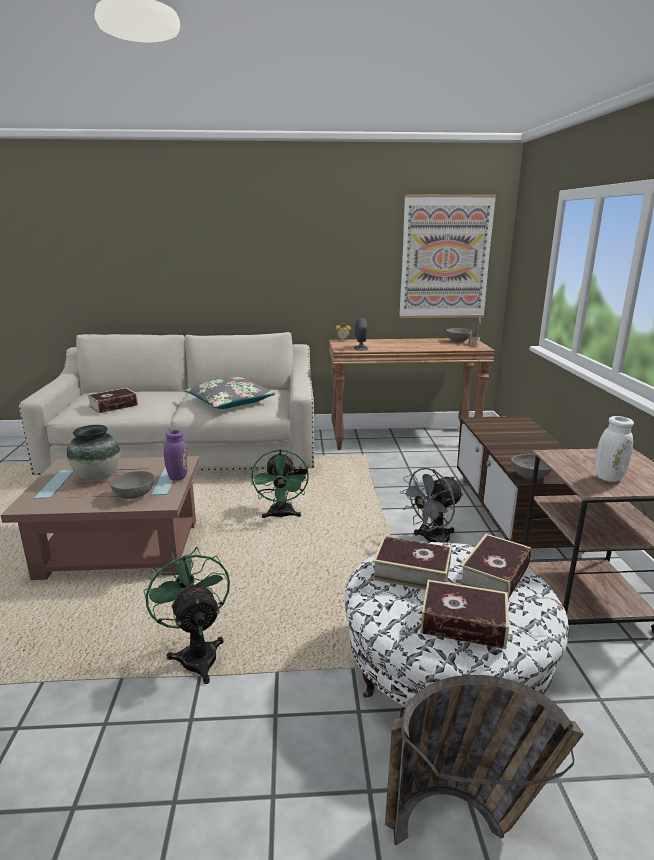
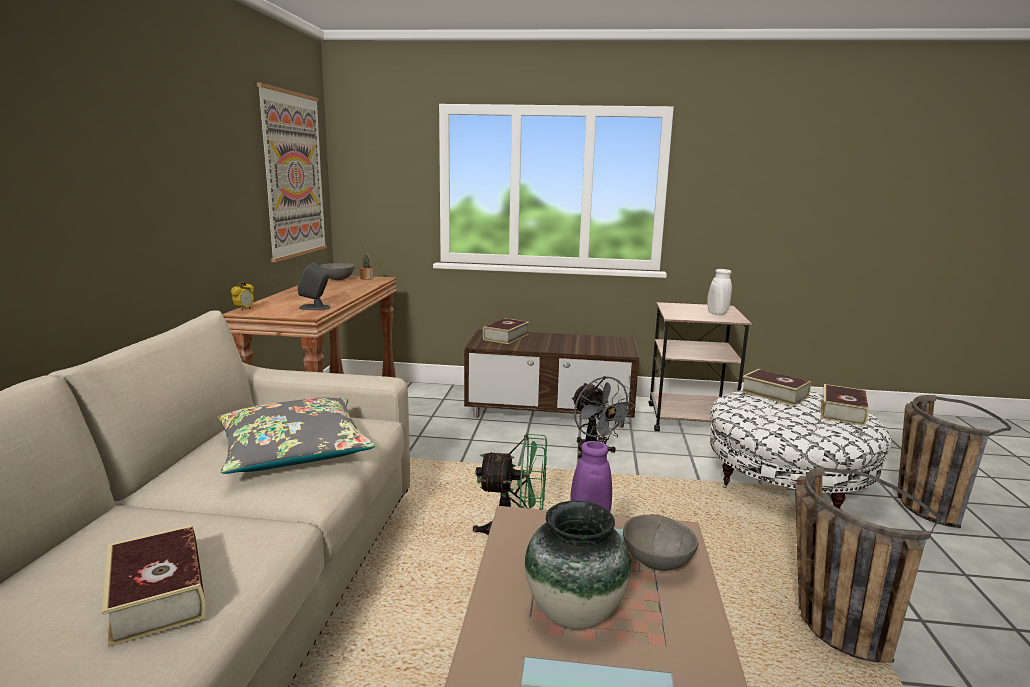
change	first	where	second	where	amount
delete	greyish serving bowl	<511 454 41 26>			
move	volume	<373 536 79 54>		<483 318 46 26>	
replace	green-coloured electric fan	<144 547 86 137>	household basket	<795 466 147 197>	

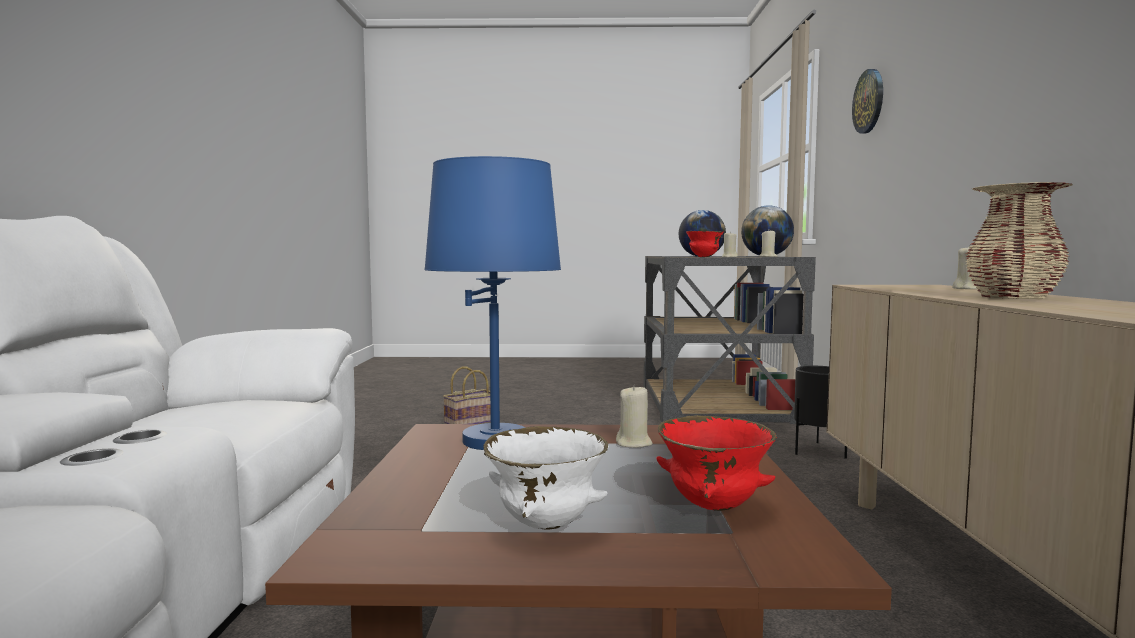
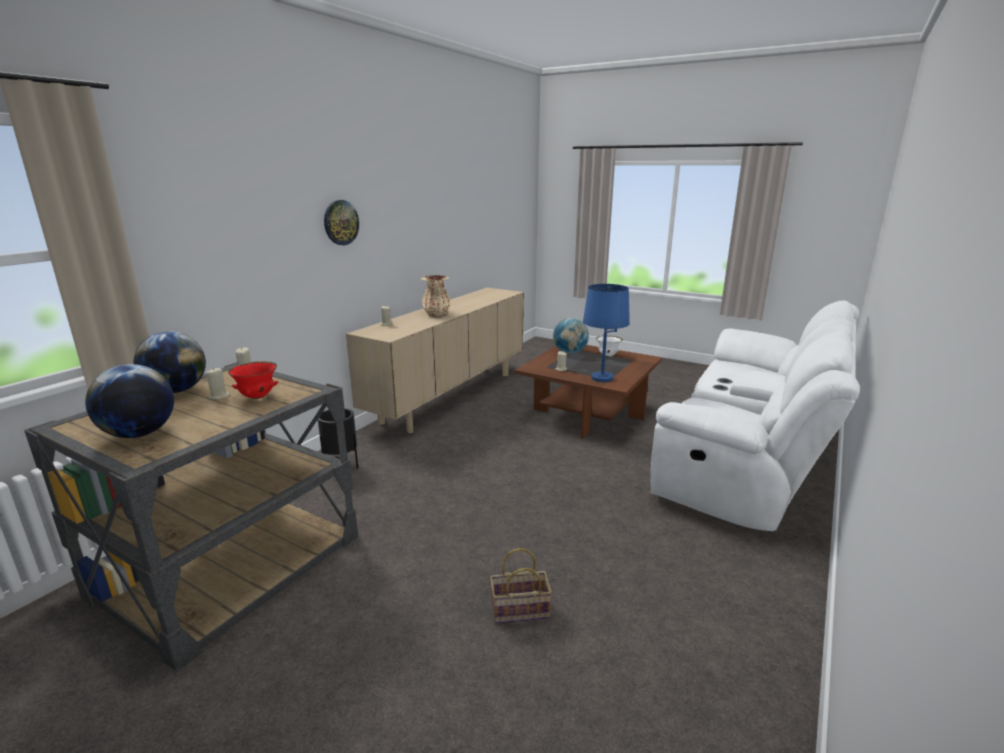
change	first	where	second	where	amount
move	clock on the wall	<852 69 31 64>		<324 200 35 45>	
replace	reddish serving bowl	<656 415 121 96>	desk globe	<553 318 36 36>	

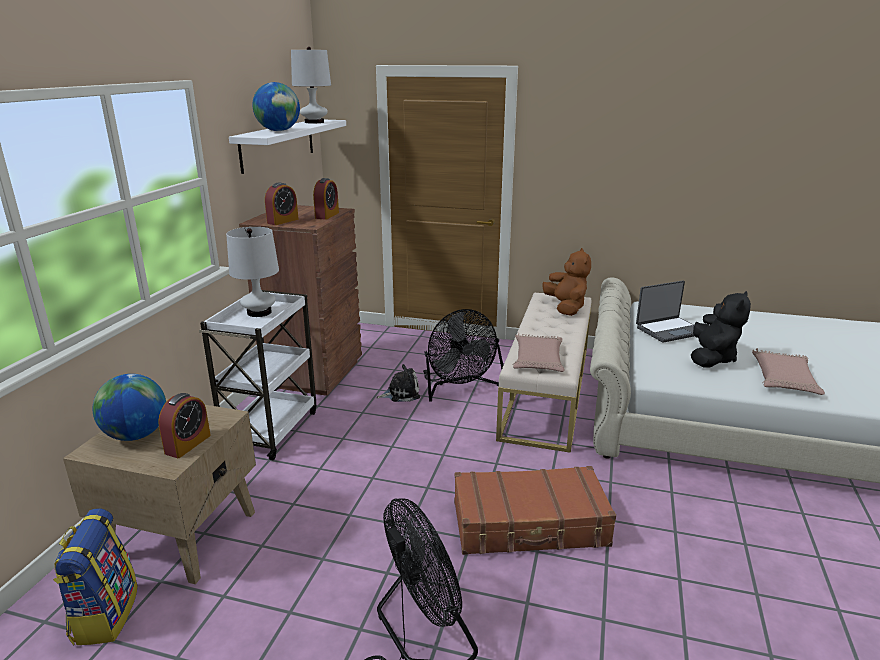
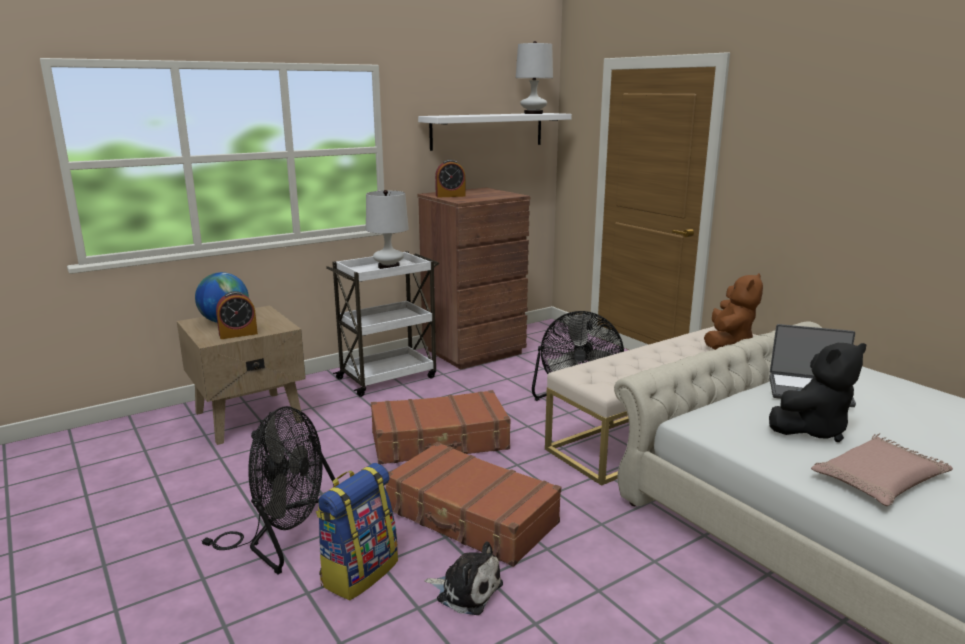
change	first	where	second	where	amount
delete	desk globe	<252 82 48 49>			
delete	bedside clock	<313 178 26 42>			
delete	beige pillow	<513 333 52 39>			
move	plush toy	<376 364 44 38>		<424 541 79 74>	
move	rucksack	<53 508 85 137>		<316 463 82 137>	
insert			brown-coloured piece of luggage	<371 390 140 74>	

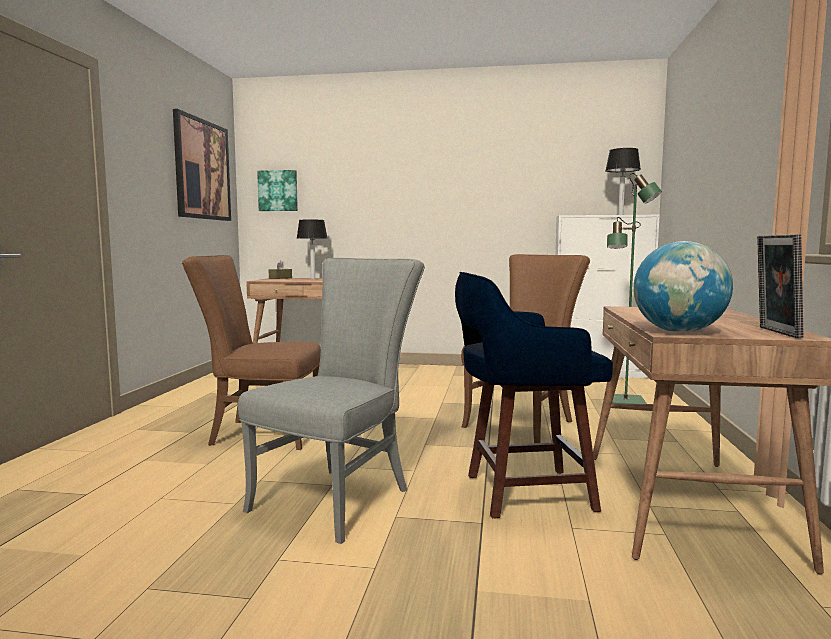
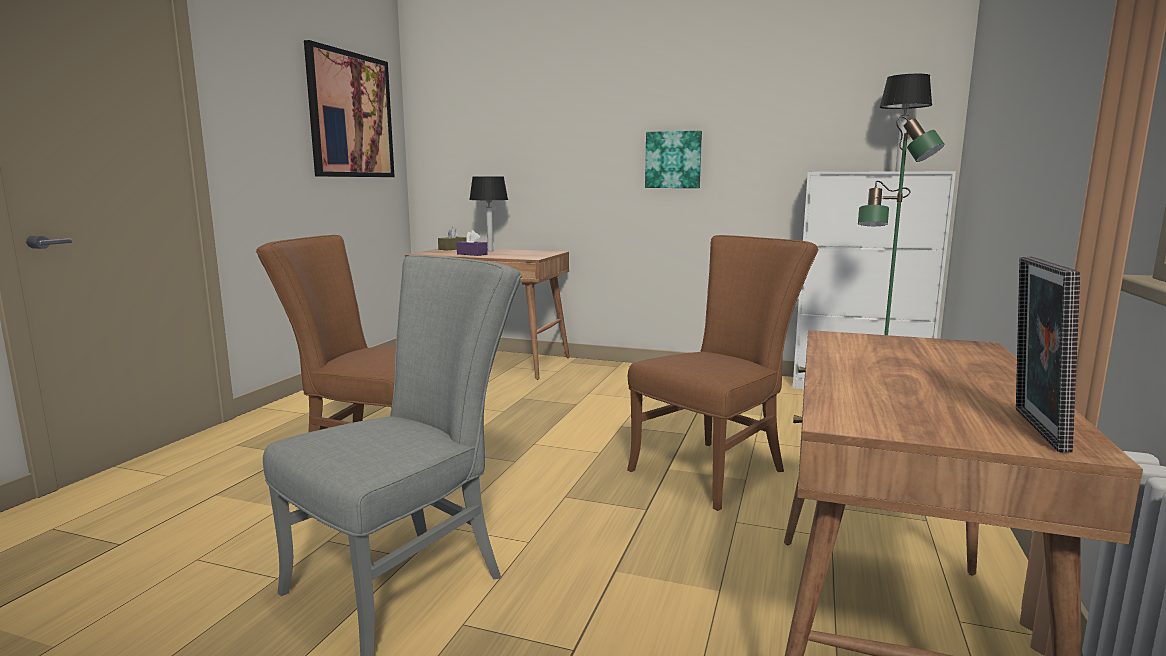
change	first	where	second	where	amount
move	wall picture	<257 170 41 41>		<645 131 57 57>	
delete	desk globe	<633 241 100 92>			
delete	blue-coloured sitting stool	<455 272 158 246>			
insert			purplish tissue holder	<456 230 32 26>	

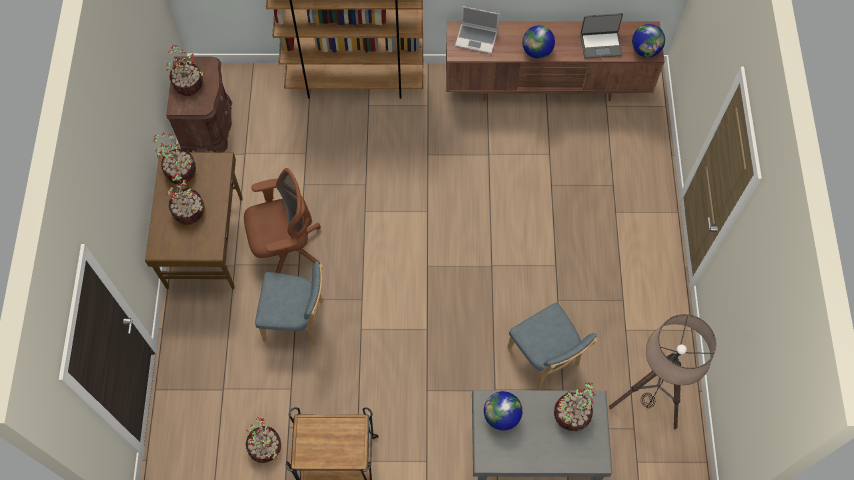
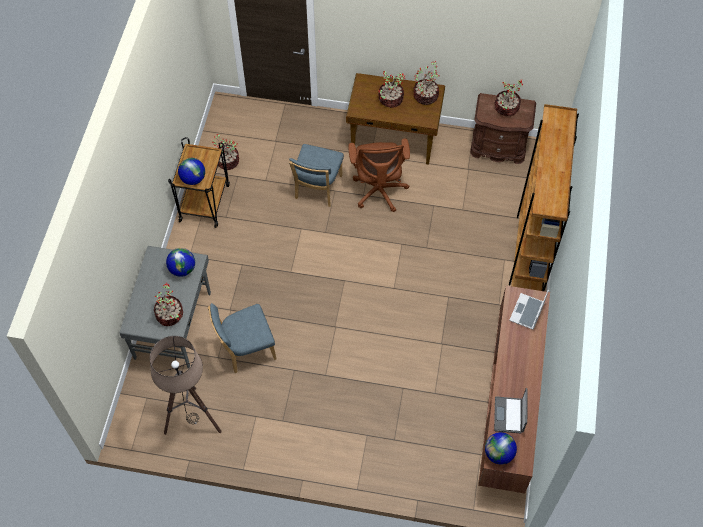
change	first	where	second	where	amount
move	desk globe	<522 25 33 34>		<178 158 27 27>	

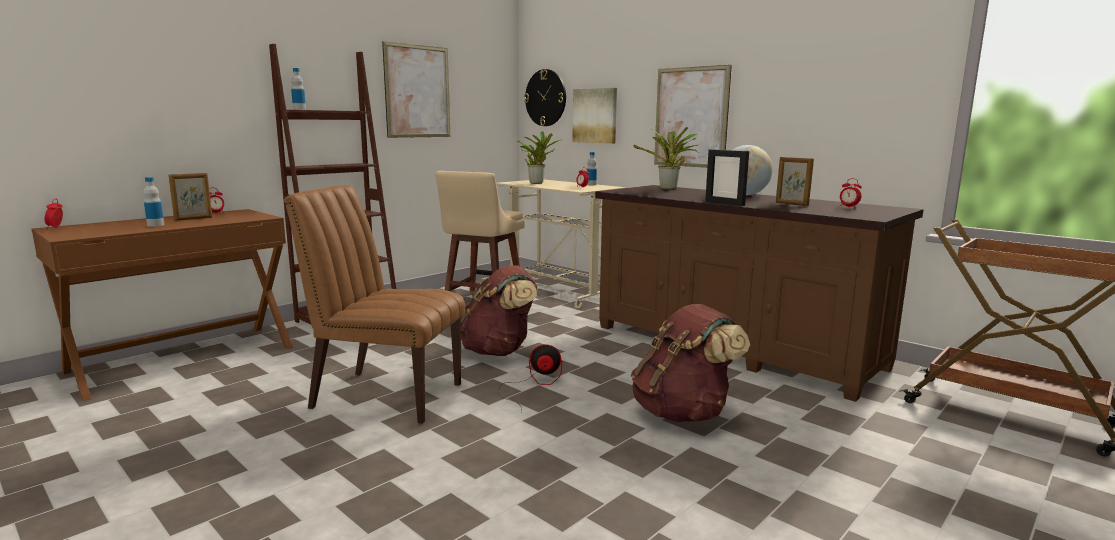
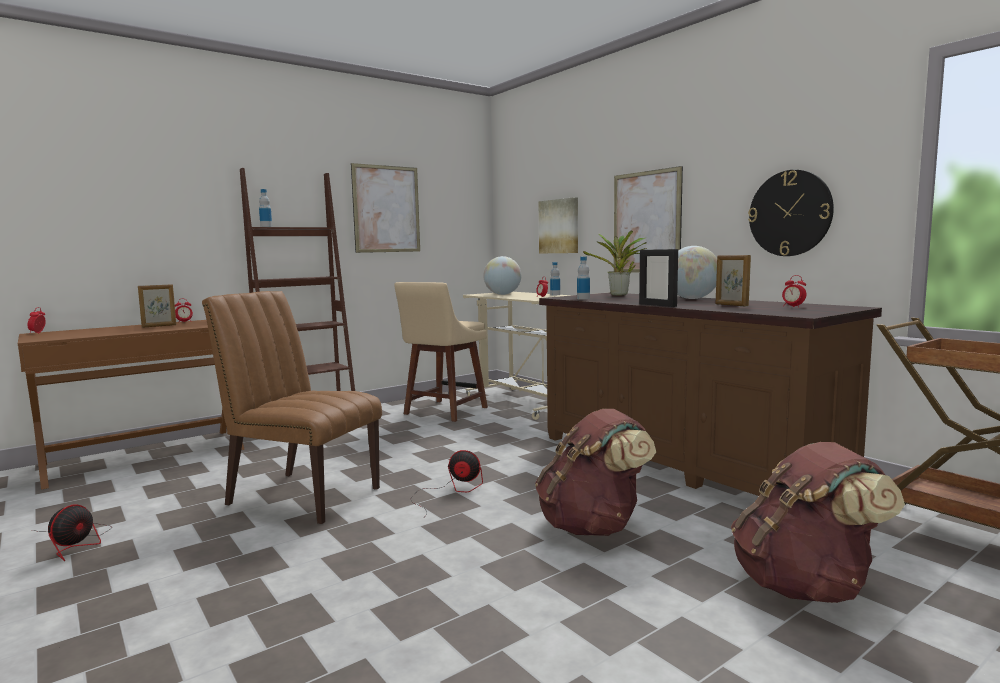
change	first	where	second	where	amount
move	clock on the wall	<524 69 42 57>		<748 170 86 86>	
replace	houseplant	<517 131 43 53>	desk globe	<483 256 38 39>	
move	drink bottle	<143 177 21 49>		<577 257 13 42>	
move	brown-coloured rucksack	<461 265 76 91>		<731 442 174 161>	
insert			electric fan	<32 504 80 57>	

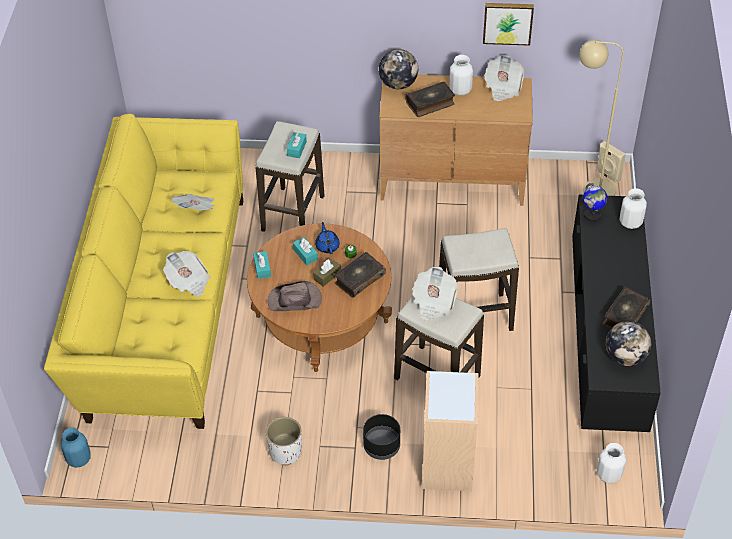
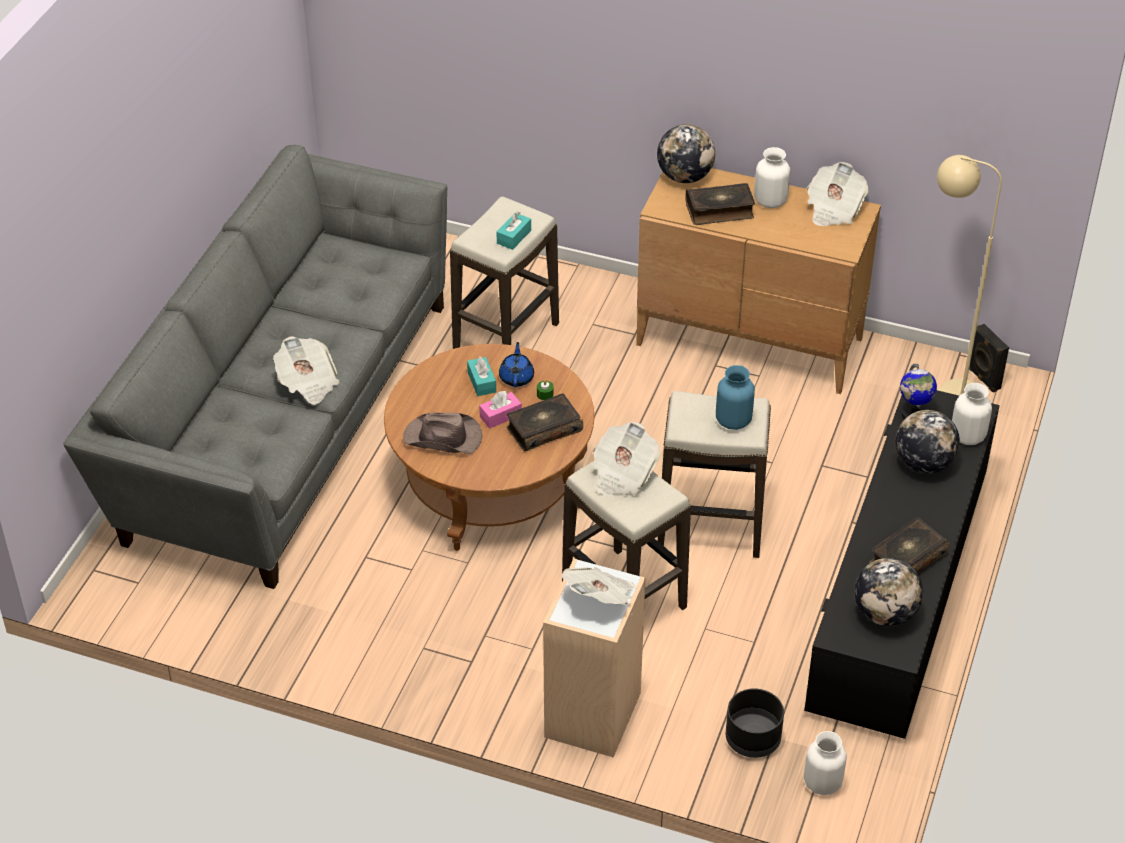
change	first	where	second	where	amount
delete	wall picture	<483 3 51 43>			
recolor	yellow couch	<44 114 199 315>	greyish couch	<63 145 384 444>	
recolor	beige loudspeaker	<596 141 30 42>	black-coloured loudspeaker	<969 324 40 69>	
move	daily paper	<171 194 43 17>		<562 567 73 38>	
delete	turquoise-coloured tissue holder	<253 251 18 28>			
recolor	brown-coloured tissue holder	<313 259 28 28>	pinkish tissue holder	<479 391 43 38>	
move	black-coloured planter	<363 414 37 46>		<726 688 58 70>	
delete	white-coloured planter	<266 417 36 48>			
move	blue-coloured vase	<61 427 30 41>		<716 365 39 65>	
insert			desk globe	<895 410 65 64>	

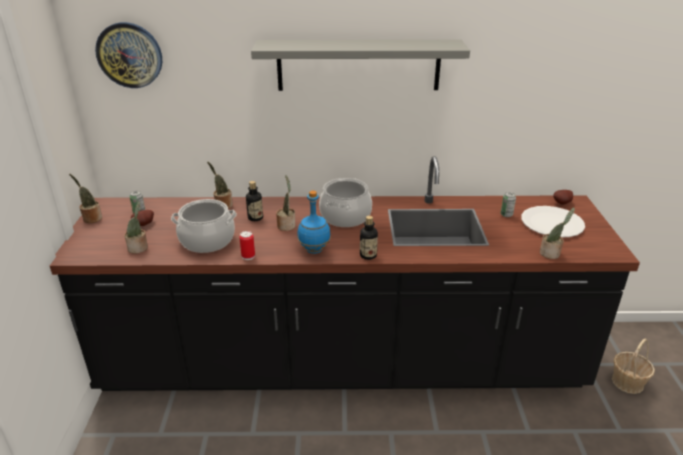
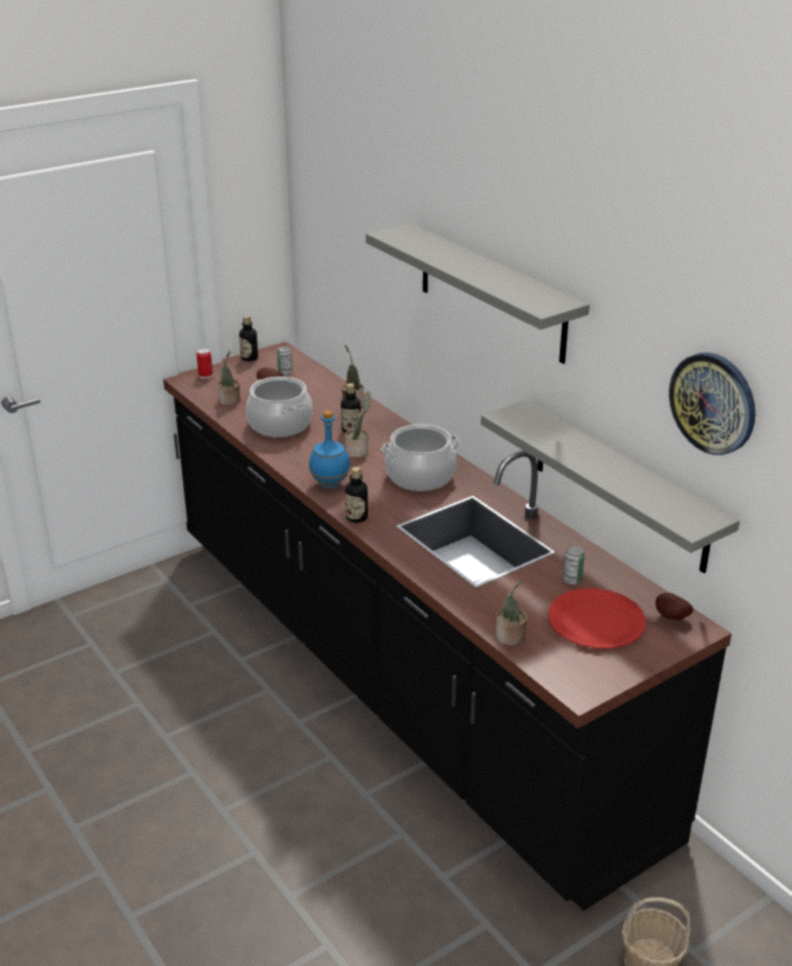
change	first	where	second	where	amount
move	clock on the wall	<95 22 67 66>		<669 352 87 103>	
replace	houseplant	<69 174 33 49>	drink bottle	<239 316 19 45>	
recolor	white-coloured flat dish	<521 206 64 31>	reddish flat dish	<548 588 98 61>	
move	metal can	<239 231 16 29>		<197 348 16 31>	
insert			greyish bracket shelf	<481 400 259 173>	

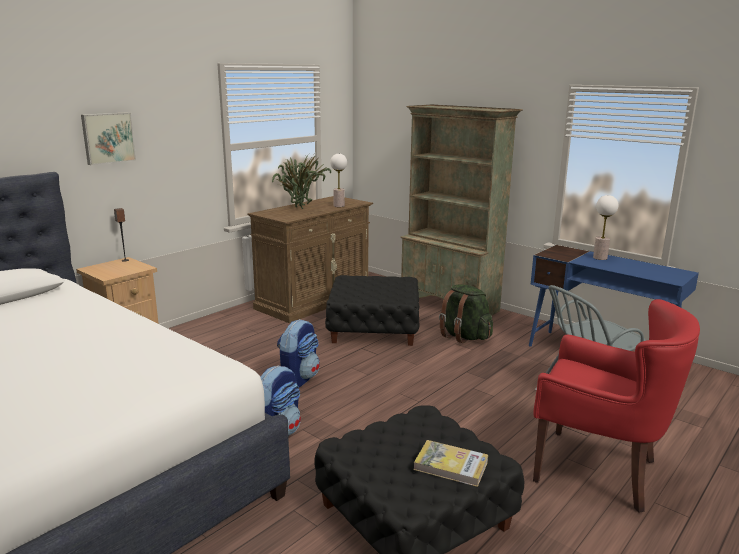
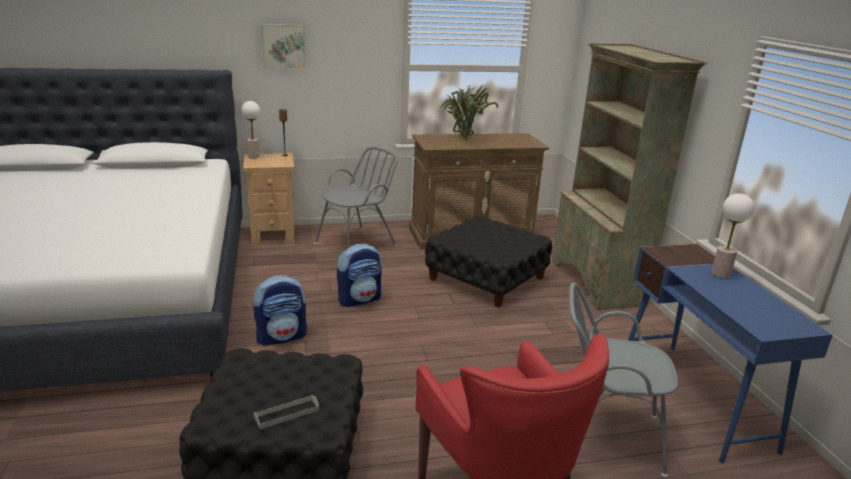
change	first	where	second	where	amount
move	table lamp	<330 153 17 54>		<241 101 19 58>	
delete	green-coloured rucksack	<439 284 54 59>			
replace	volume	<414 440 74 47>	greyish tray	<254 395 65 34>	
insert			greyish upright chair	<314 147 84 102>	

